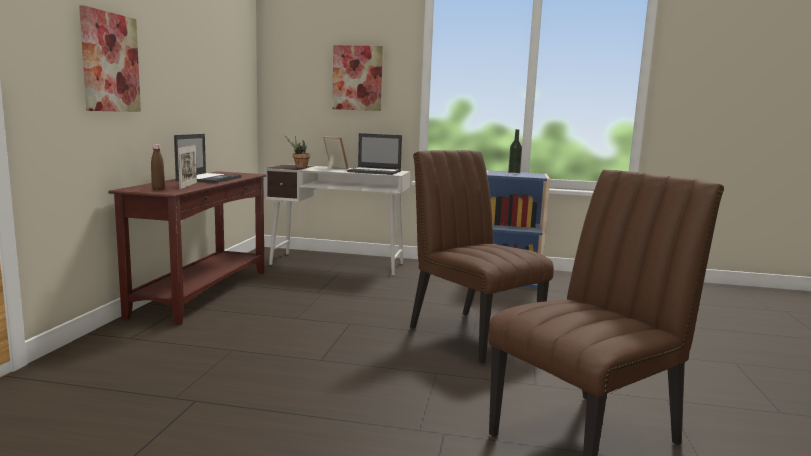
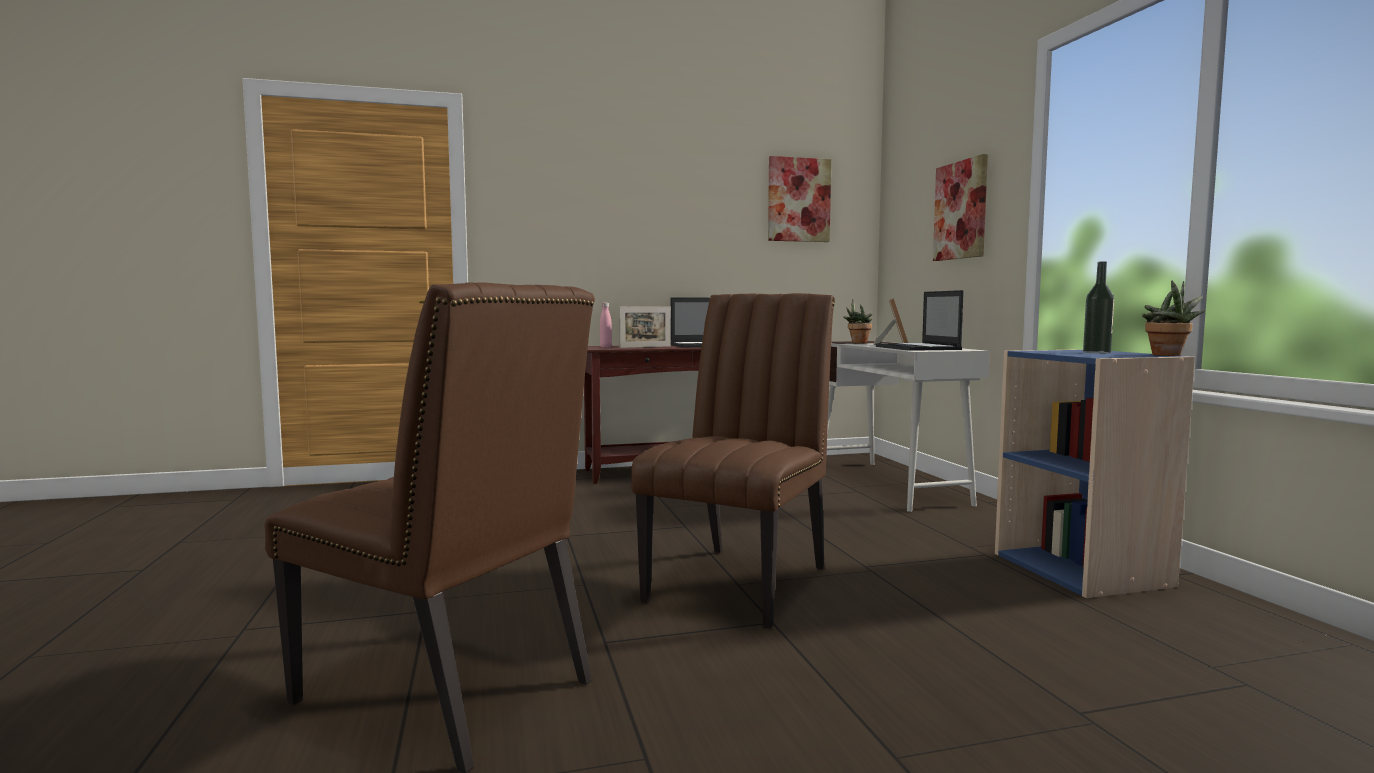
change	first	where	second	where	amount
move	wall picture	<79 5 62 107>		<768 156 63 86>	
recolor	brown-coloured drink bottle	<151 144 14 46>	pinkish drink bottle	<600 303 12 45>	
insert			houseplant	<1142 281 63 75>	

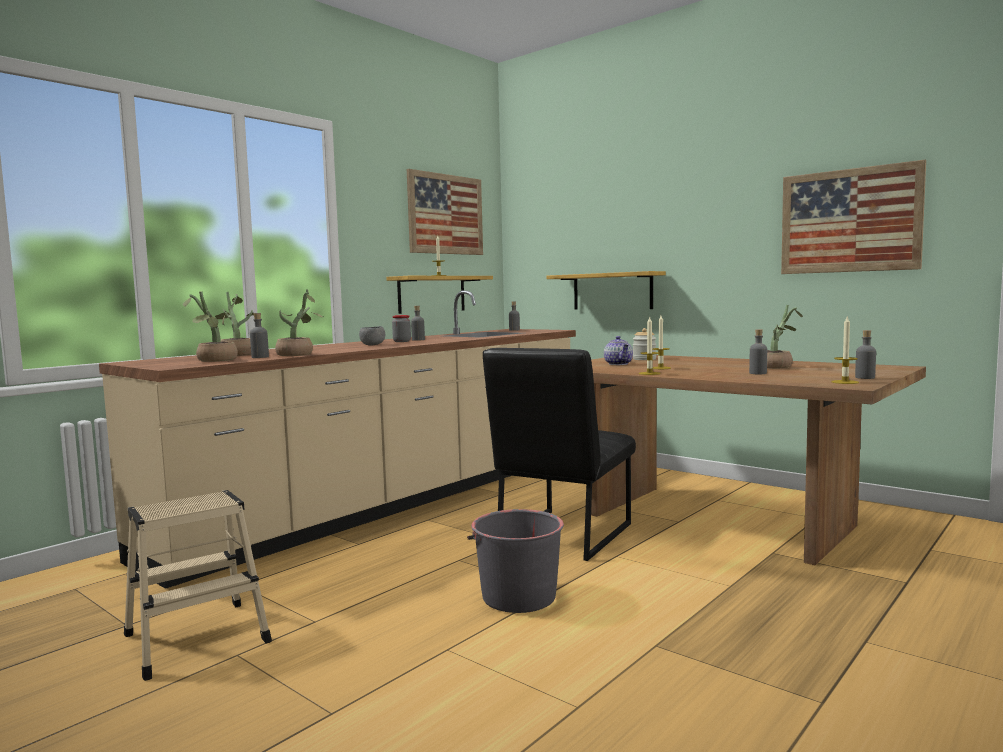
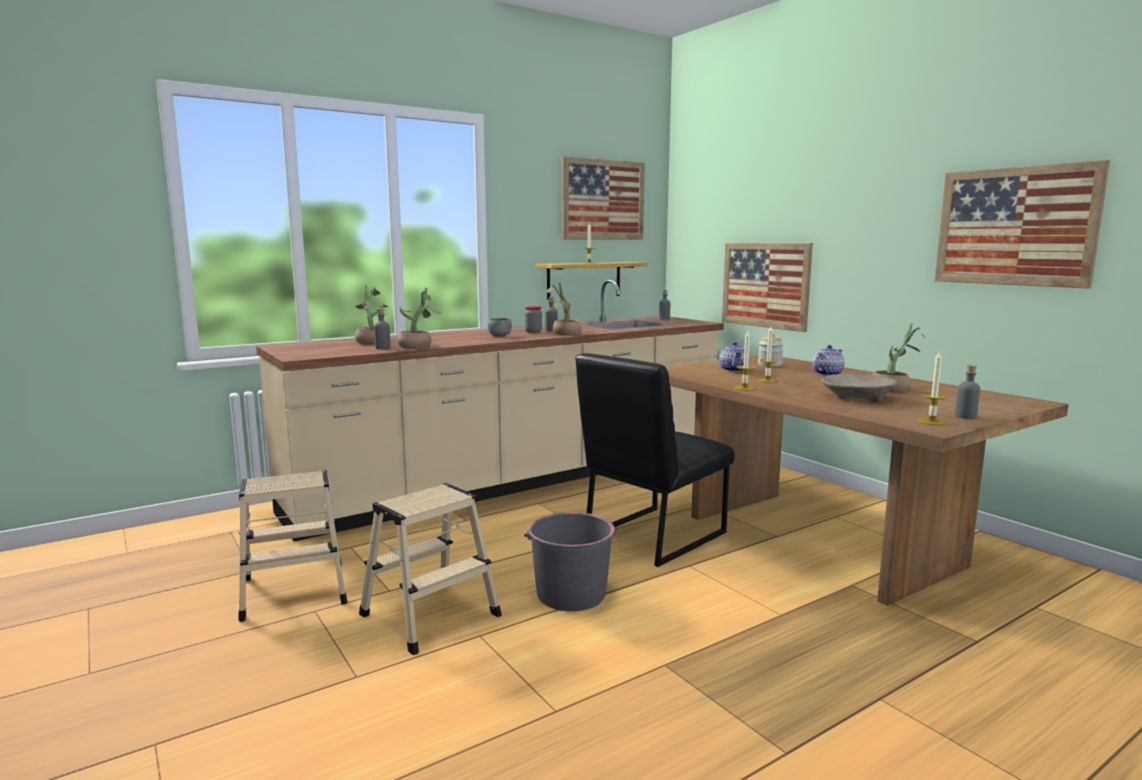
change	first	where	second	where	amount
replace	bracket shelf	<547 271 119 39>	wall picture	<722 243 91 89>	
move	houseplant	<183 291 55 71>		<546 282 36 53>	
replace	greyish drink bottle	<749 329 18 45>	beige serving bowl	<821 374 76 28>	
insert			pot for tea	<812 345 33 31>	
insert			beige step stool	<359 483 143 172>	

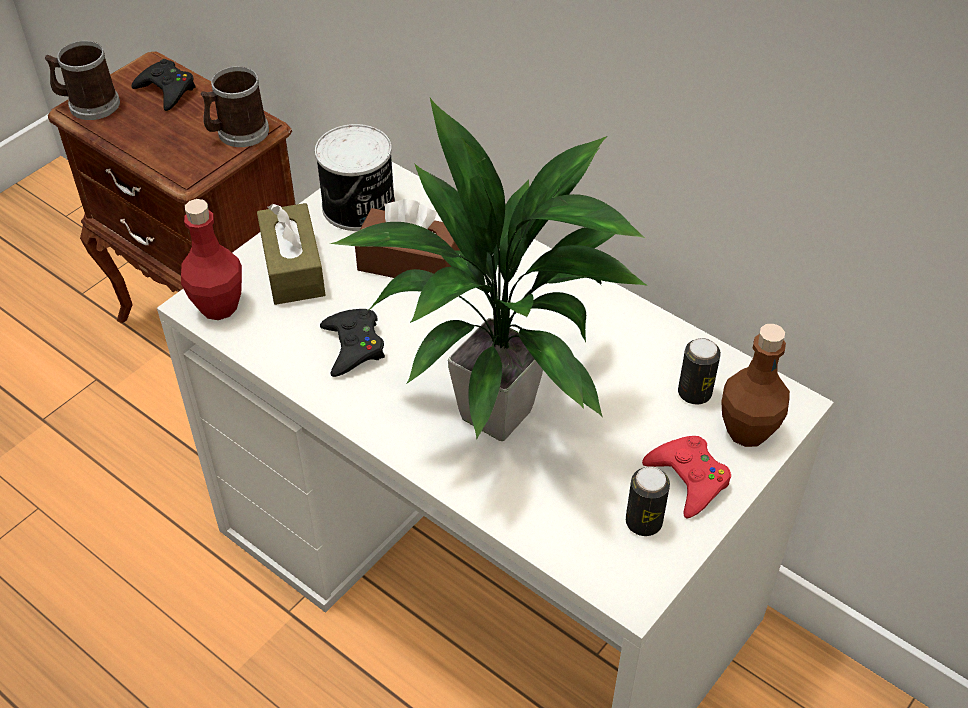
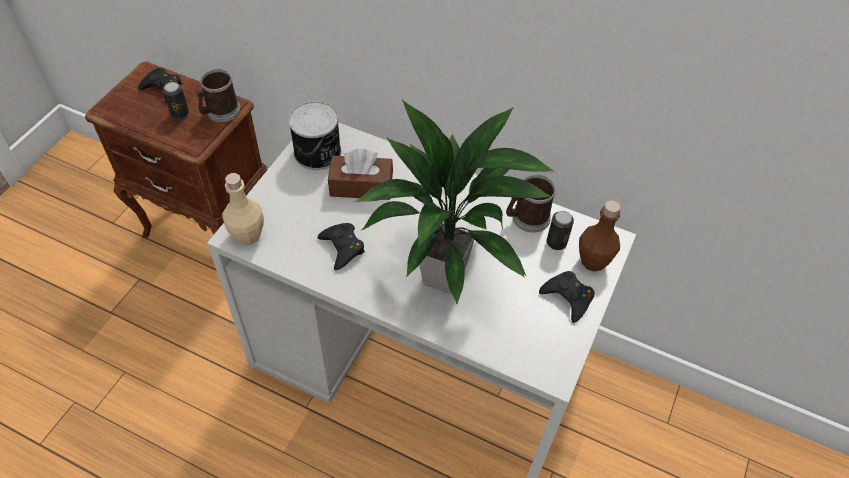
change	first	where	second	where	amount
move	tea mug	<45 41 75 79>		<506 175 49 58>	
recolor	reddish drink bottle	<181 199 61 121>	beige drink bottle	<222 173 42 72>	
delete	brown-coloured tissue holder	<257 203 68 102>			
recolor	reddish game controller	<642 436 89 83>	black-coloured game controller	<539 271 56 52>	
move	metal can	<626 467 44 69>		<163 82 26 37>	

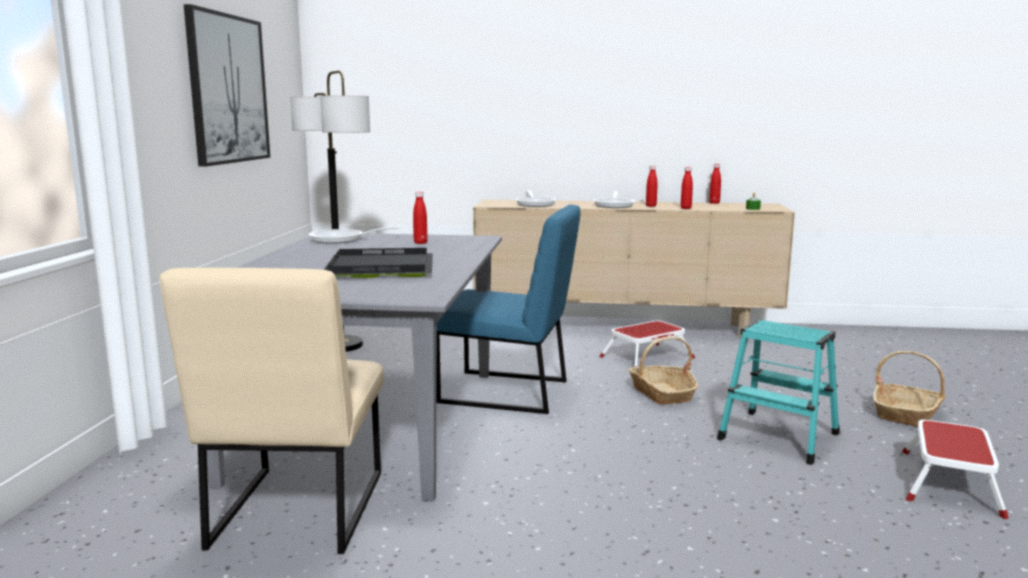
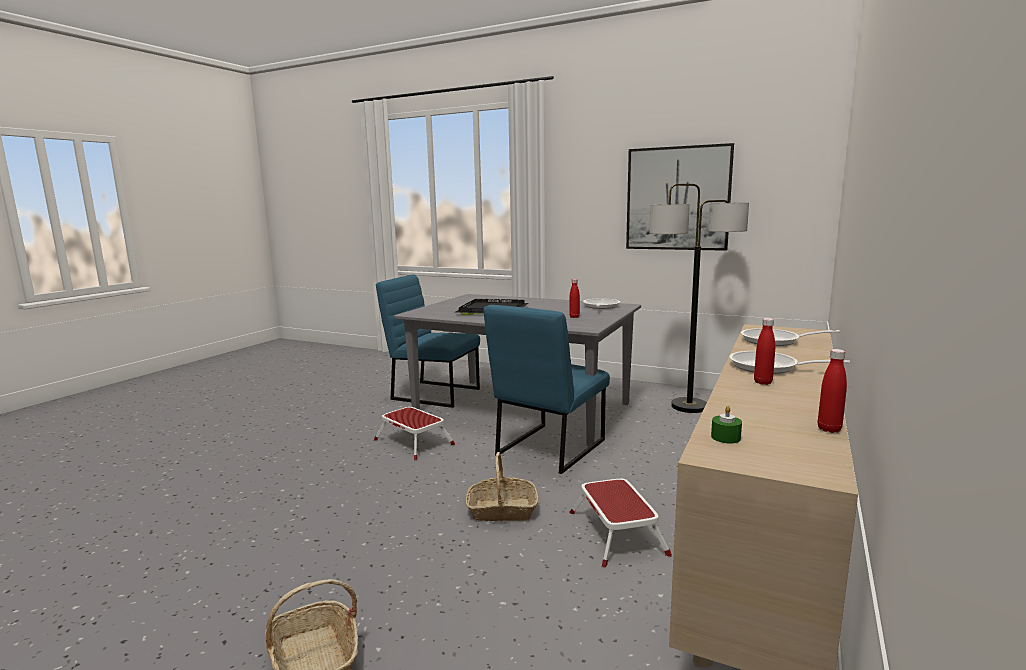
change	first	where	second	where	amount
delete	reddish drink bottle	<681 167 12 42>			
recolor	beige upright chair	<160 268 224 286>	blue-coloured upright chair	<376 275 104 133>	
delete	turquoise-coloured step stool	<717 319 123 146>			
move	reddish step stool	<902 420 107 99>		<374 407 81 53>	

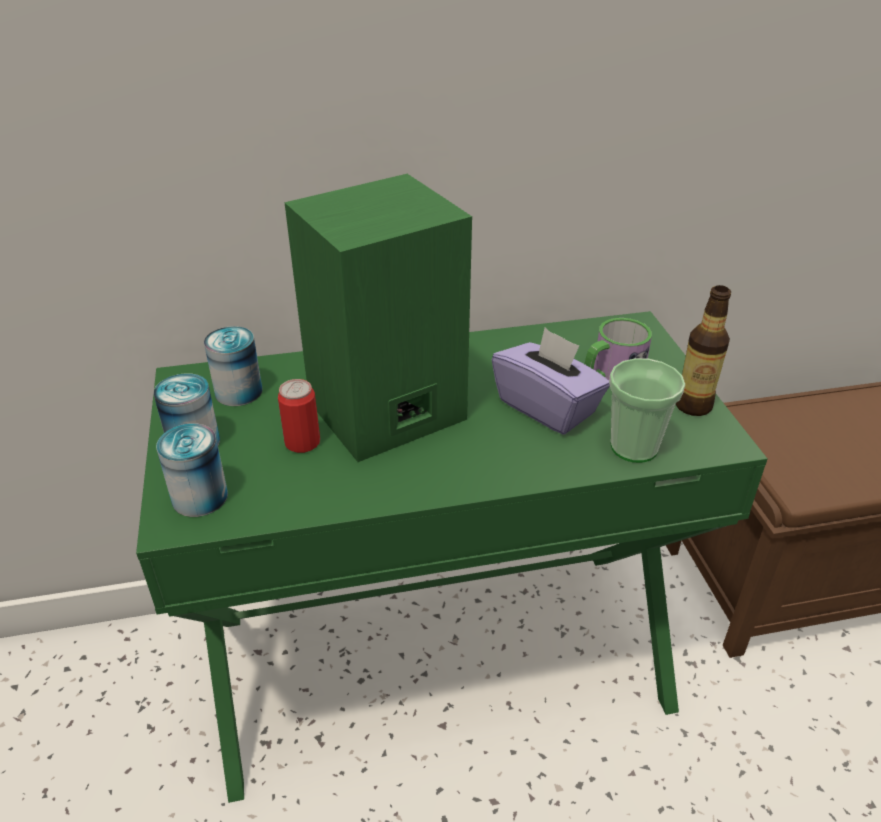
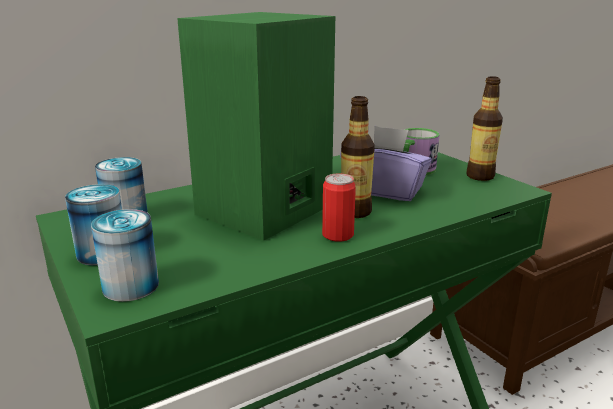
change	first	where	second	where	amount
delete	cup	<609 358 76 105>			
move	metal can	<278 379 42 74>		<322 174 34 68>	
insert			drink bottle	<341 96 34 122>	

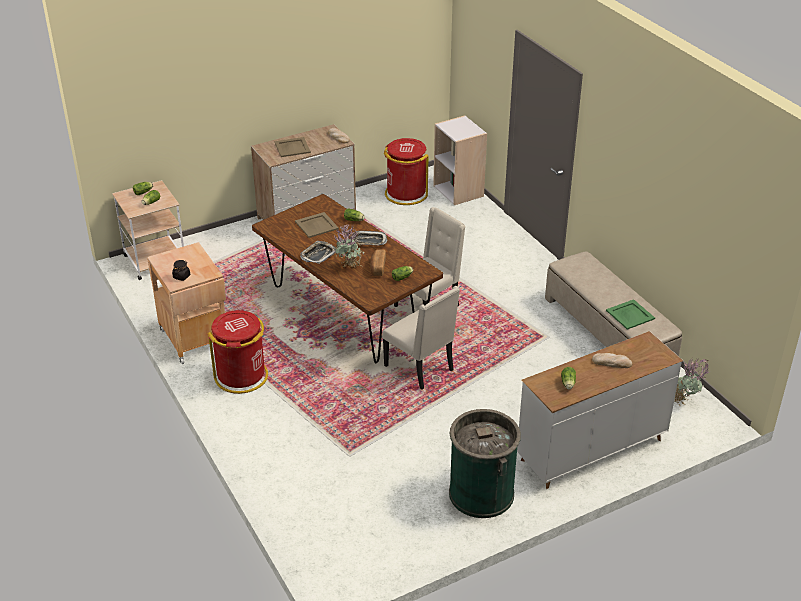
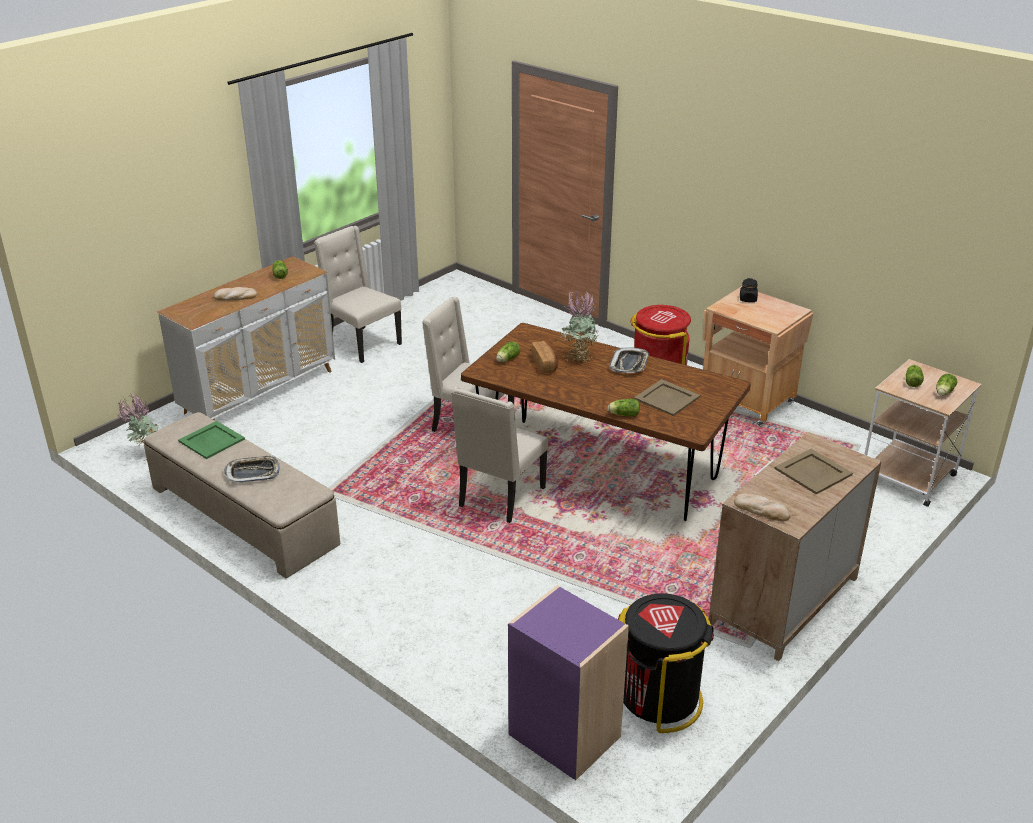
change	first	where	second	where	amount
recolor	white-coloured bookcase	<433 116 54 89>	purplish bookcase	<508 585 121 195>	
recolor	reddish rubbish bin	<384 138 44 67>	black-coloured rubbish bin	<618 593 96 140>	
move	tray	<352 231 35 15>		<224 455 56 28>	
replace	green-coloured rubbish bin	<449 409 72 109>	beige upright chair	<314 226 88 137>	

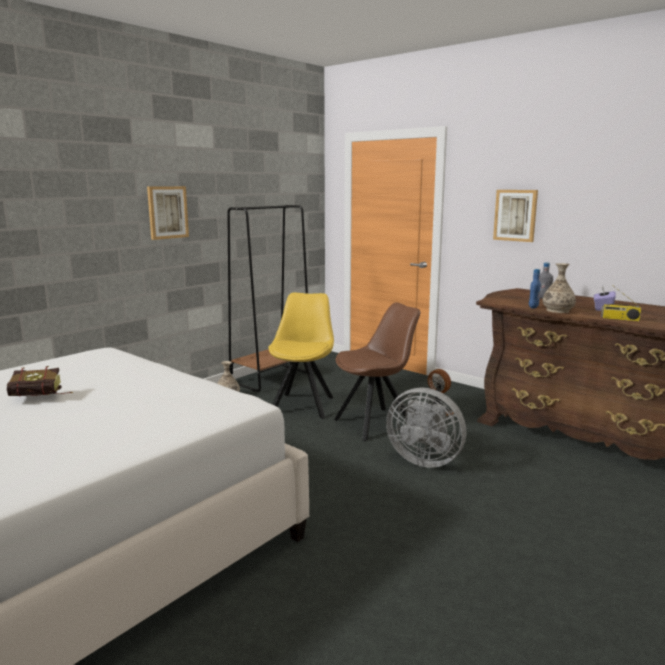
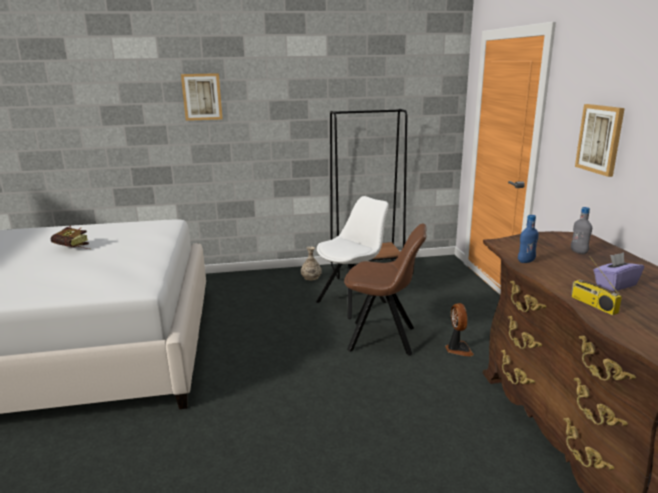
change	first	where	second	where	amount
move	wall picture	<147 186 42 54>		<181 73 42 48>	
delete	vase	<543 263 33 50>			
recolor	yellow upright chair	<268 293 66 126>	white-coloured upright chair	<316 196 73 123>	
delete	greyish electric fan	<386 387 80 81>			

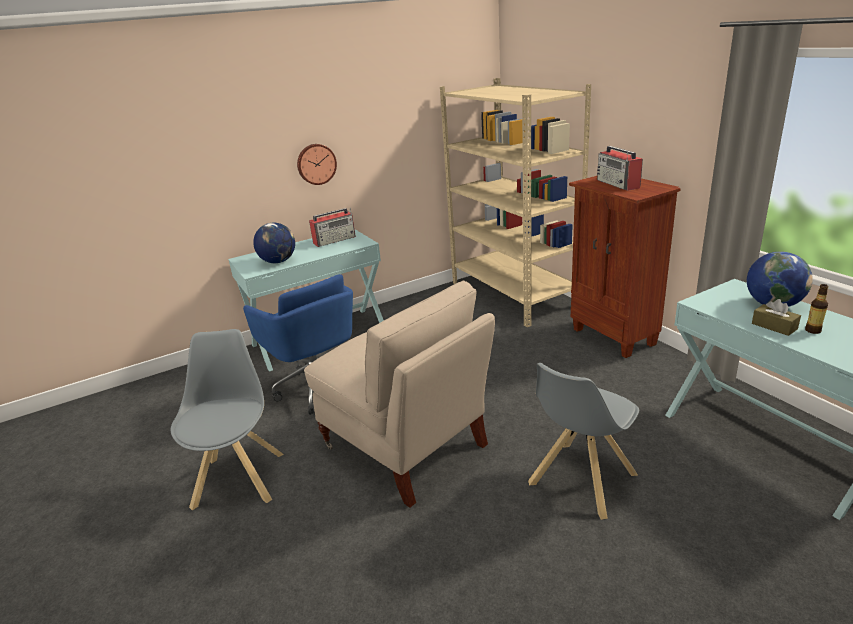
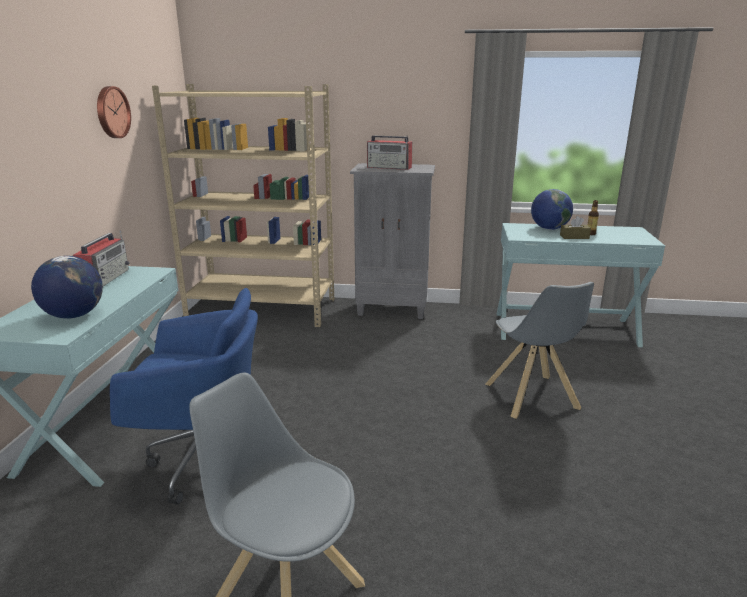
change	first	where	second	where	amount
move	clock on the wall	<297 144 40 41>		<97 86 34 52>	
recolor	brown-coloured storage cabinet	<569 176 112 182>	greyish storage cabinet	<350 163 85 156>	
delete	beige upright chair	<304 281 191 227>			

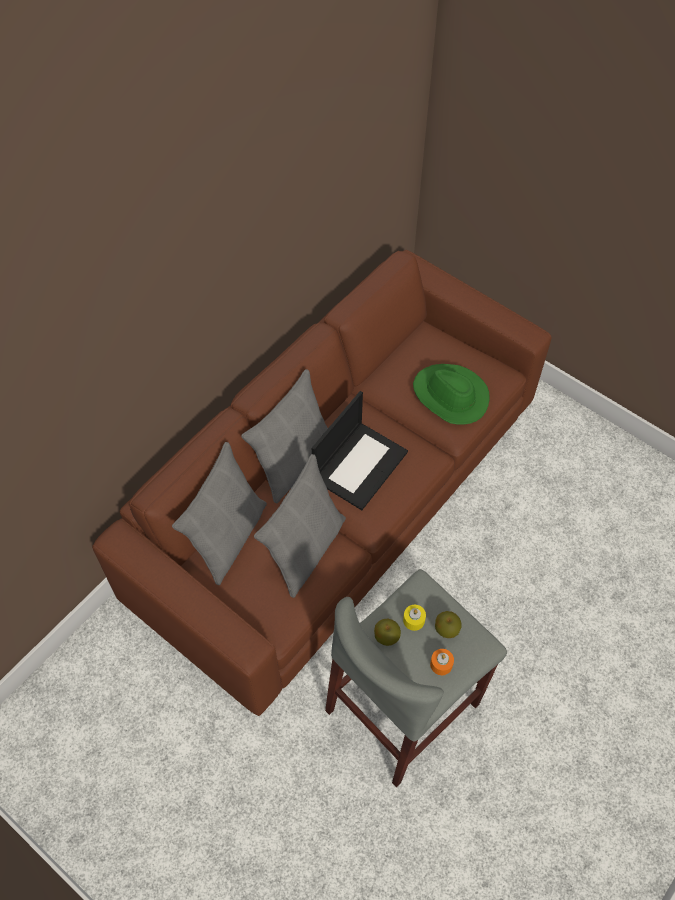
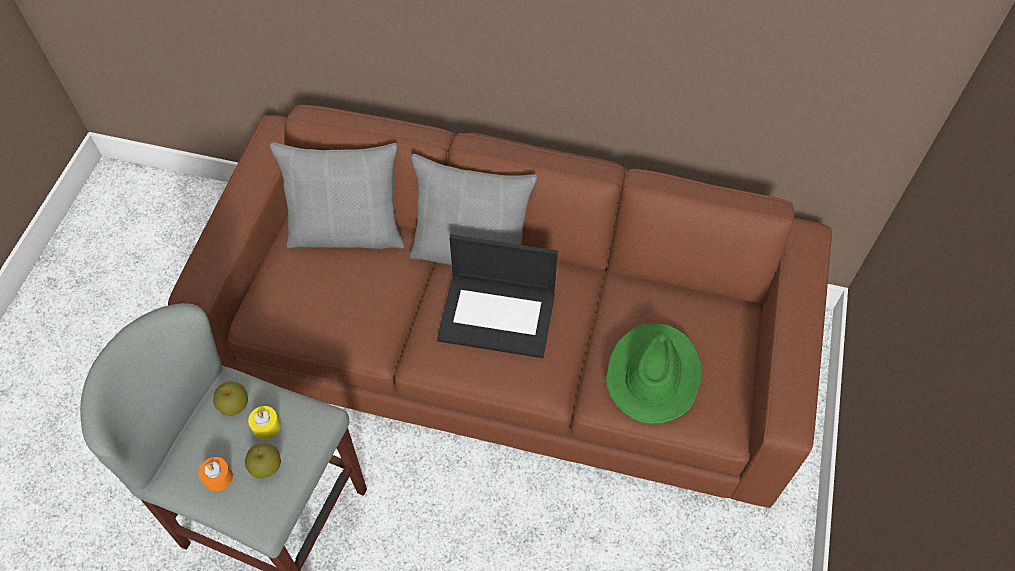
change	first	where	second	where	amount
delete	greyish pillow	<254 454 92 144>			

